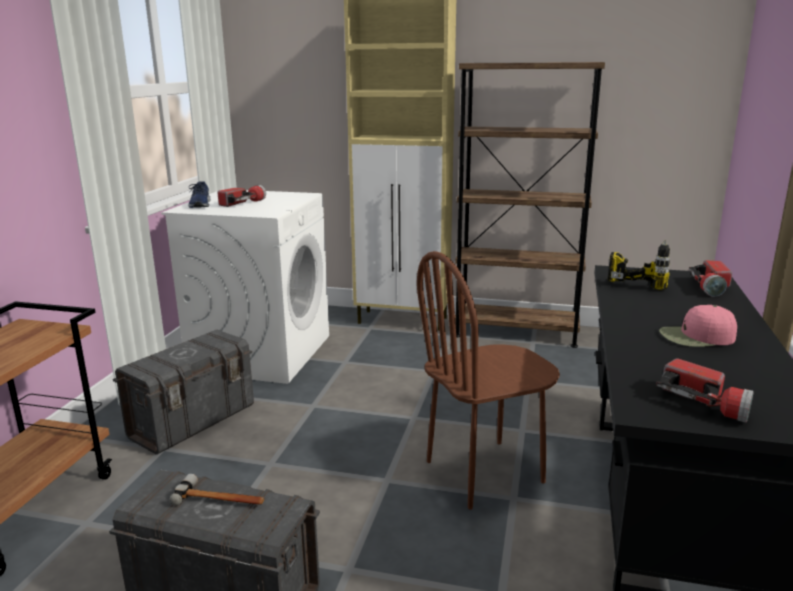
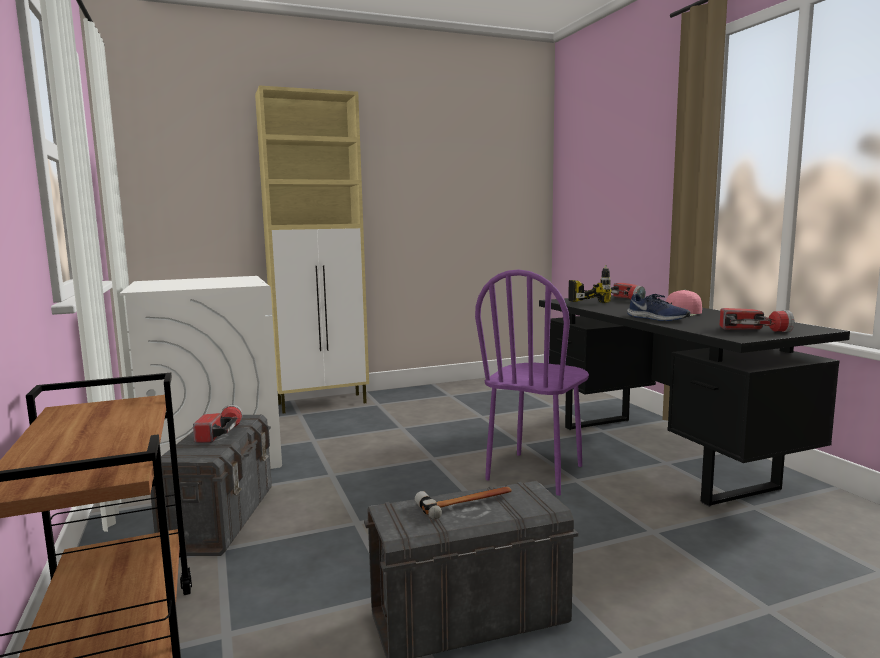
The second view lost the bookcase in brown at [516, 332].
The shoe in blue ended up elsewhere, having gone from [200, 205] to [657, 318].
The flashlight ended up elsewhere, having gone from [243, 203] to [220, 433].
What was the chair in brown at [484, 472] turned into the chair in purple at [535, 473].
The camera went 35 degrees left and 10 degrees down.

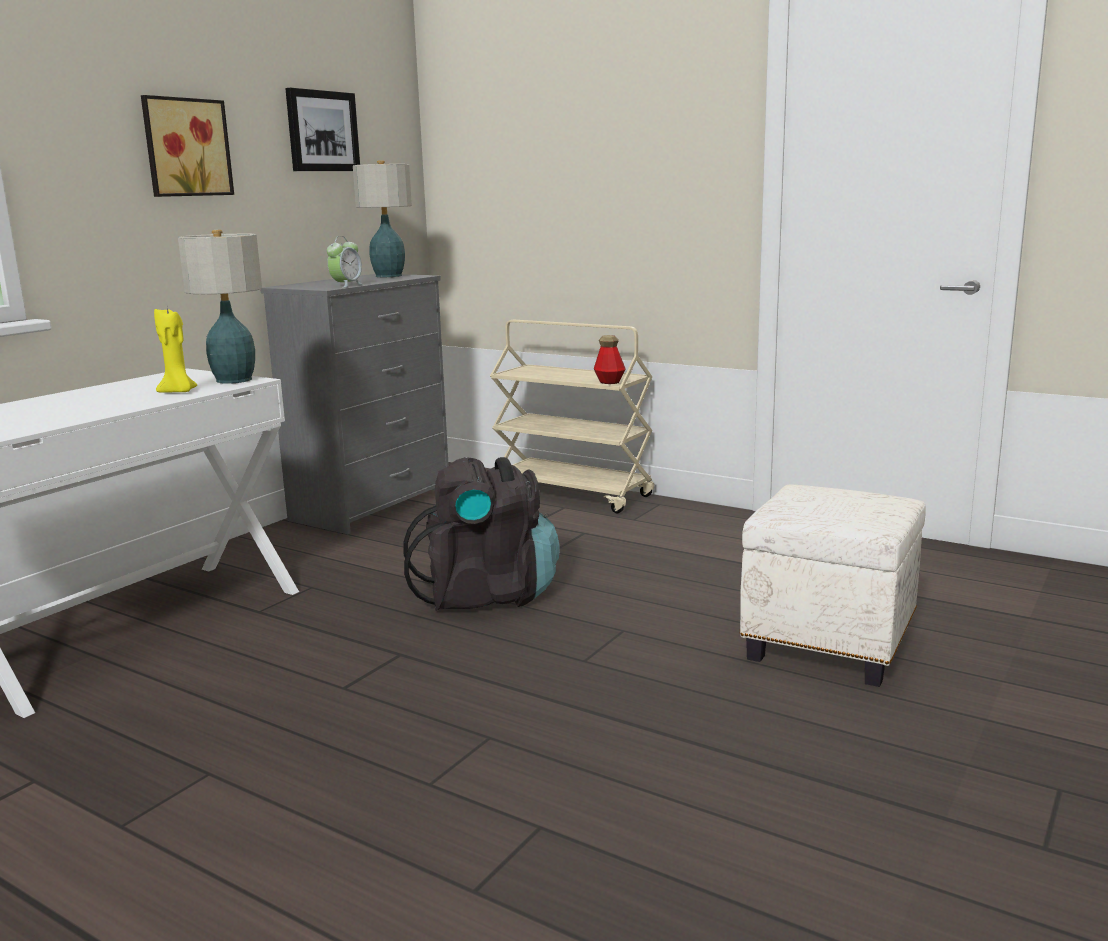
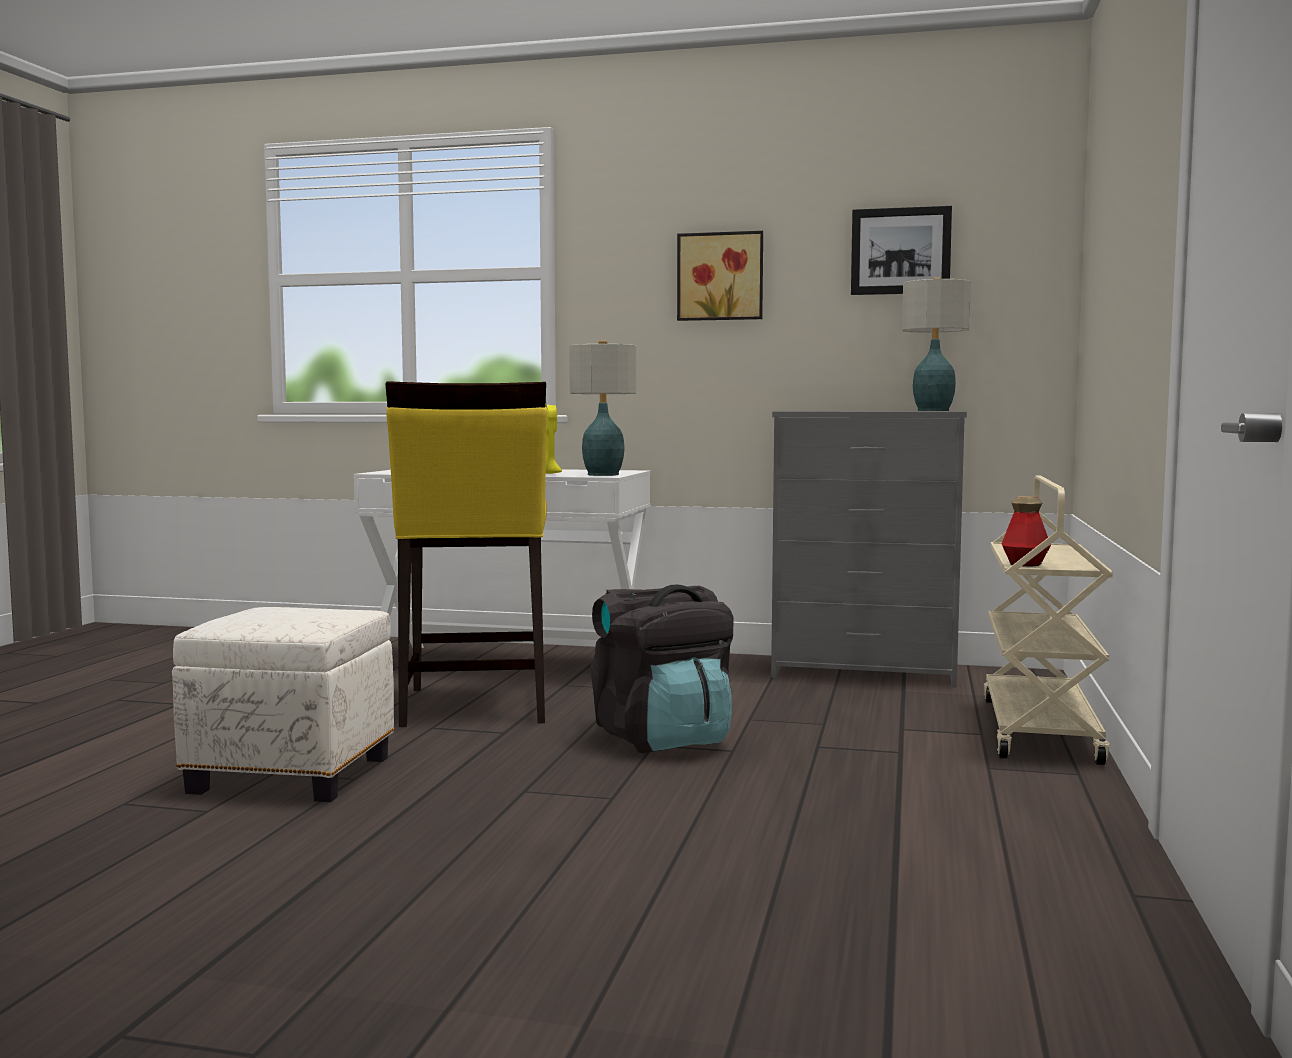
The second view lost the alarm clock at [346, 285].
The second view gained the stool in yellow at [474, 706].
The ottoman in white ended up elsewhere, having gone from [827, 643] to [294, 774].
The camera went 70 degrees right and 10 degrees down.

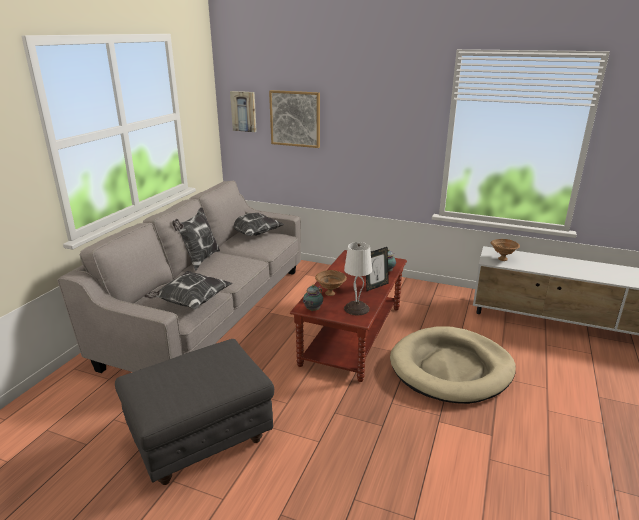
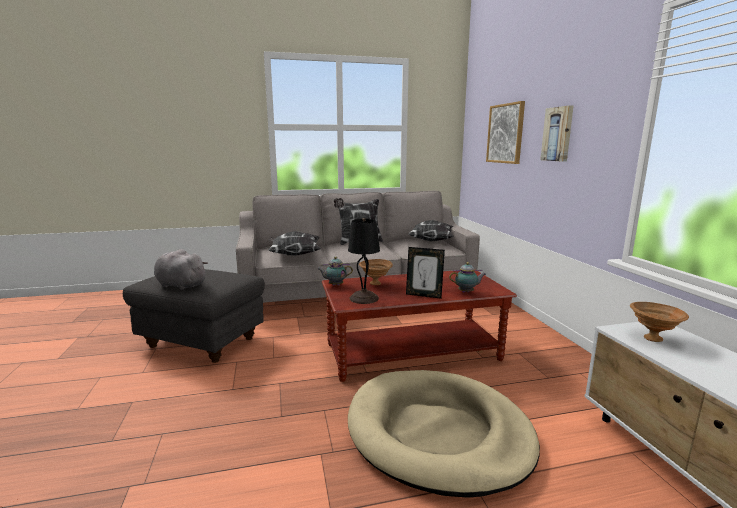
The second view gained the plush toy in grey at [180, 285].
The picture ended up elsewhere, having gone from [244, 111] to [558, 134].
What was the table lamp in white at [357, 308] turned into the table lamp in black at [364, 298].
The camera went 55 degrees right and 10 degrees down.

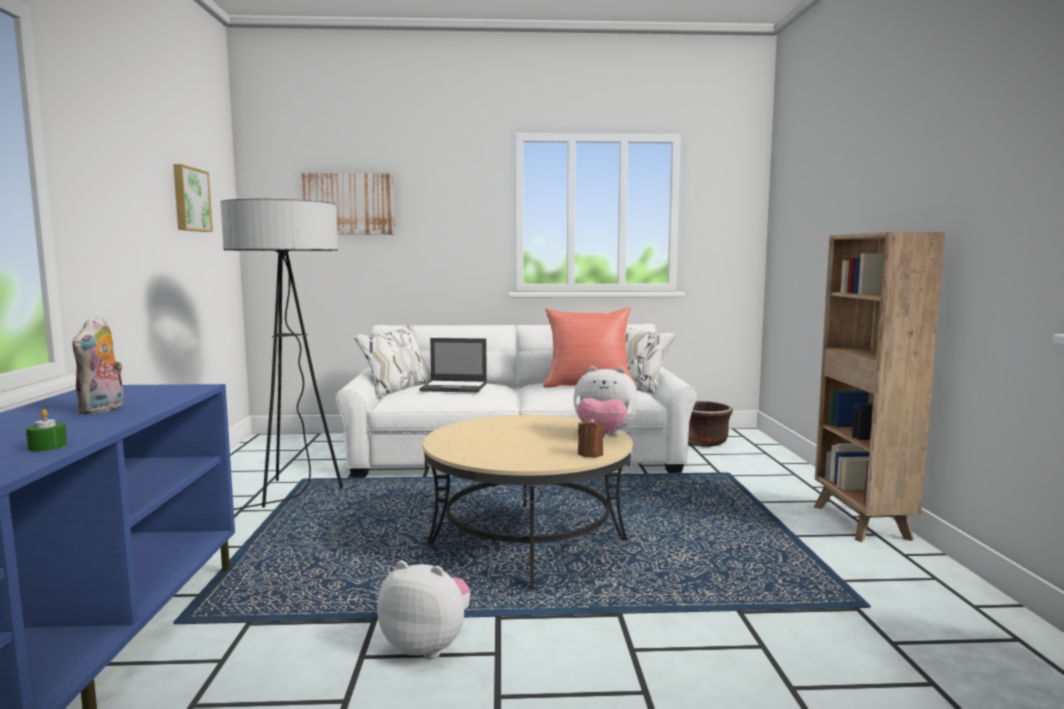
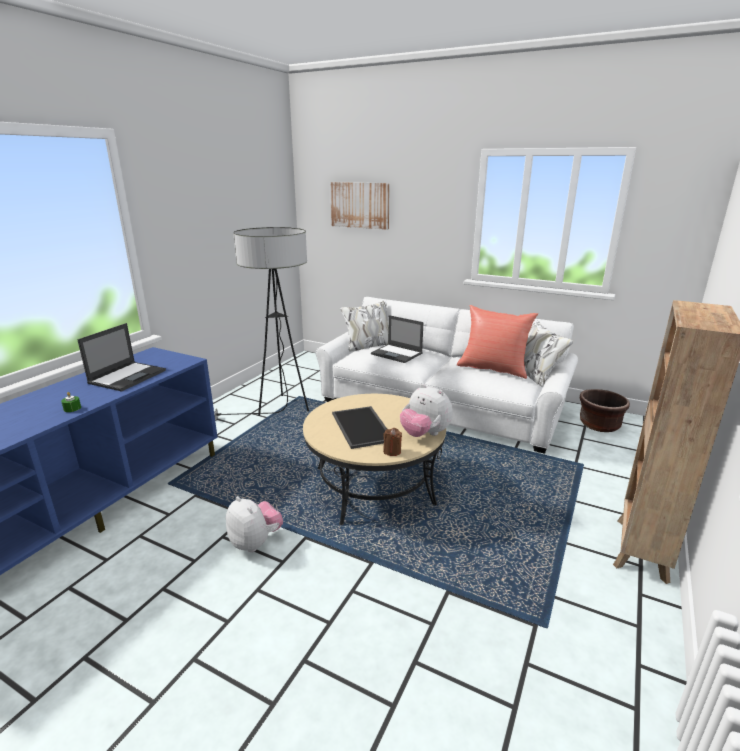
The second view lost the picture at [190, 199].
The second view gained the tray at [363, 427].
Where the plush toy stood at [103, 409], the laptop came to stand at [128, 376].
The camera went 30 degrees right and 15 degrees up.

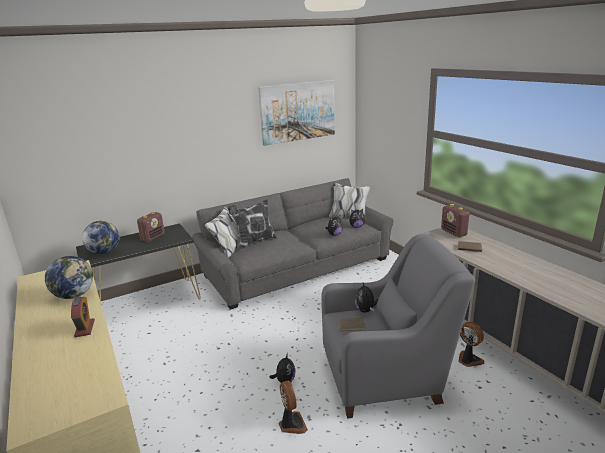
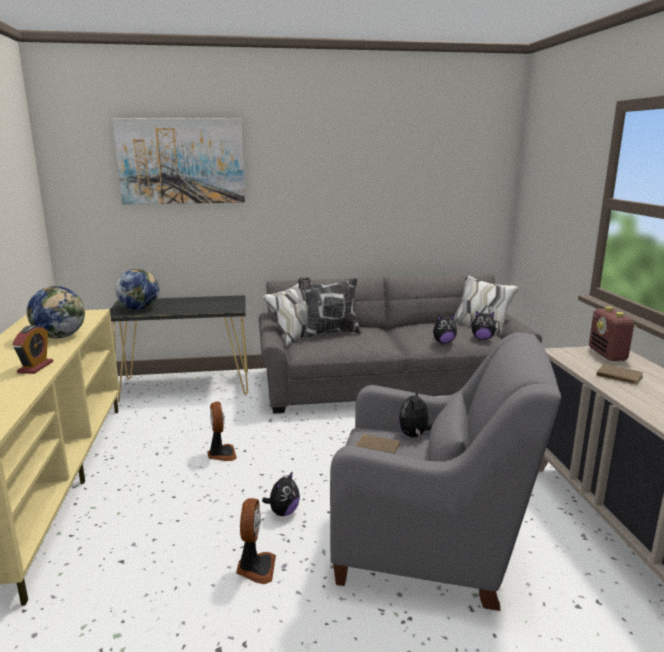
The second view lost the radio at [153, 237].
The picture ended up elsewhere, having gone from [297, 112] to [181, 161].
The fan ended up elsewhere, having gone from [468, 360] to [221, 454].
The camera went 20 degrees right and 5 degrees down.

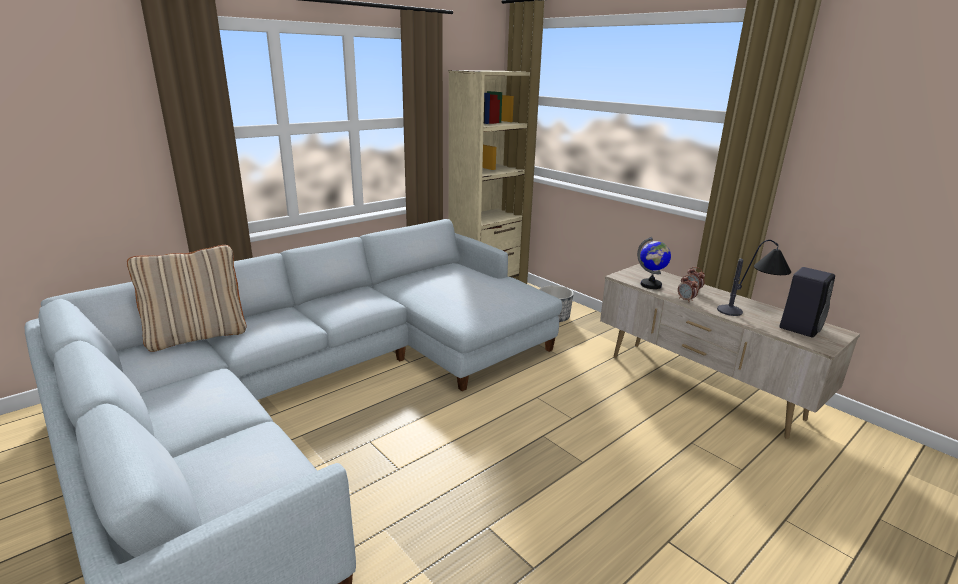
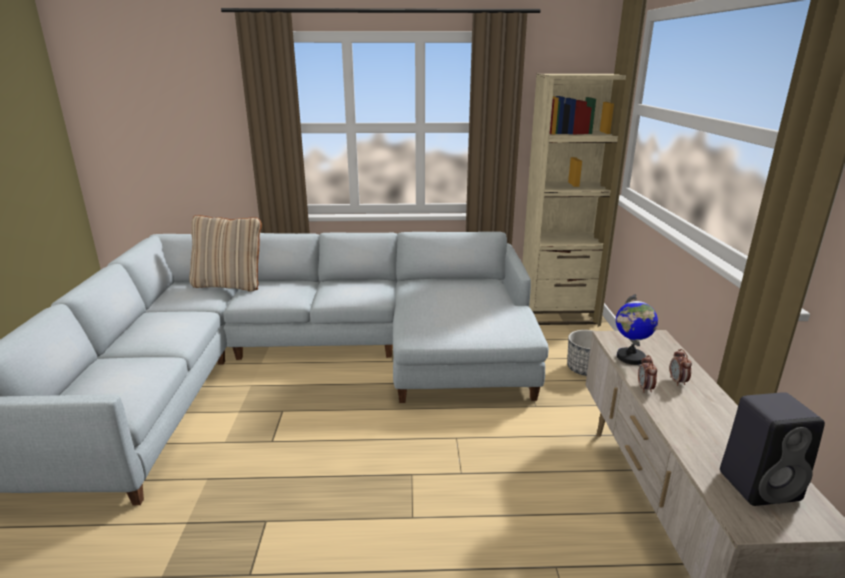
The second view lost the table lamp at [750, 308].
The camera went 40 degrees right and 0 degrees up.

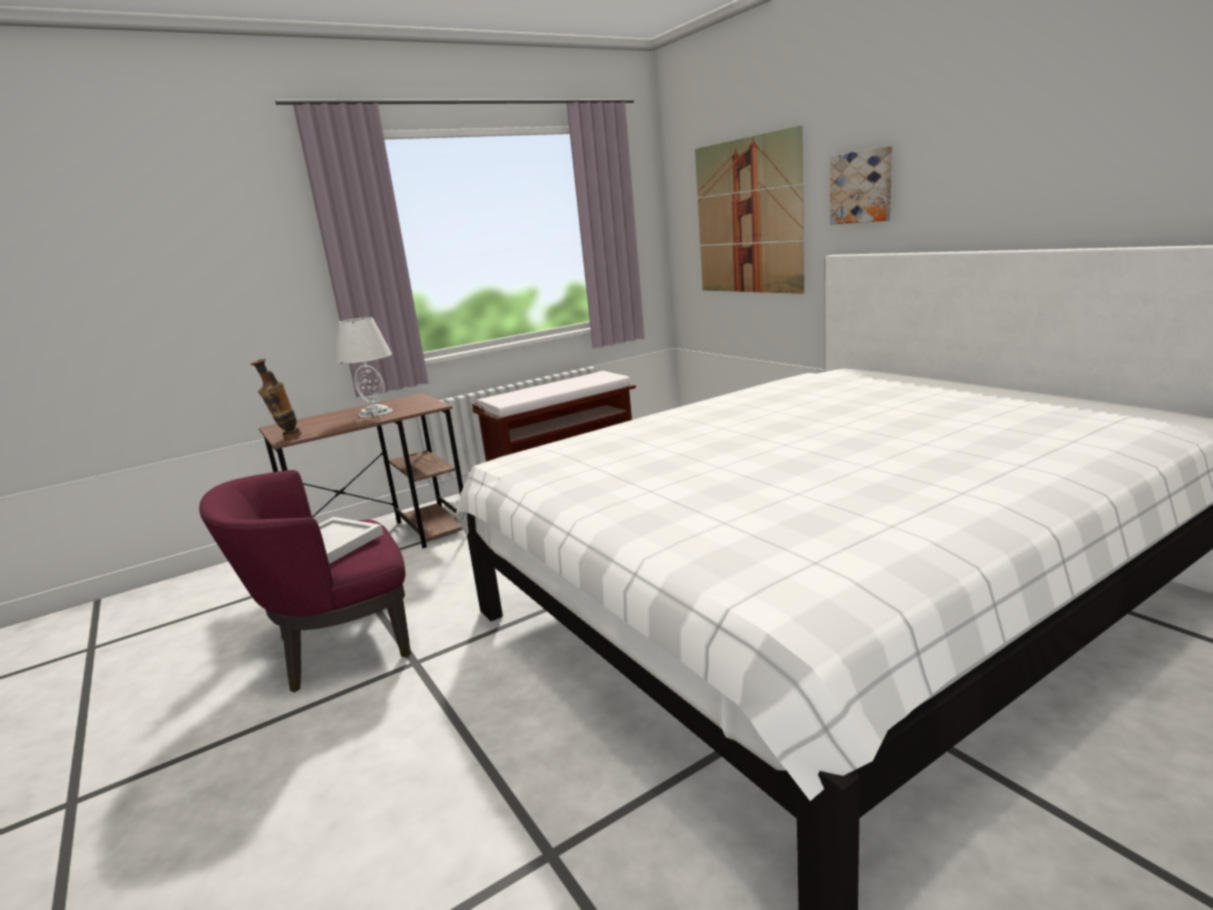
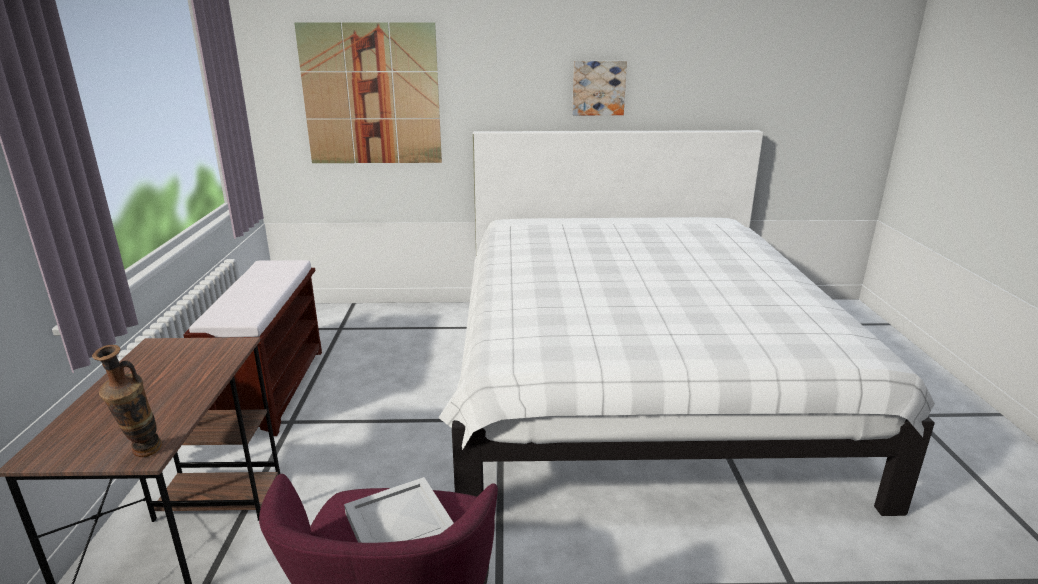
The second view lost the table lamp in white at [376, 412].
The picture ended up elsewhere, having gone from [862, 187] to [598, 88].
The camera went 60 degrees left and 5 degrees up.

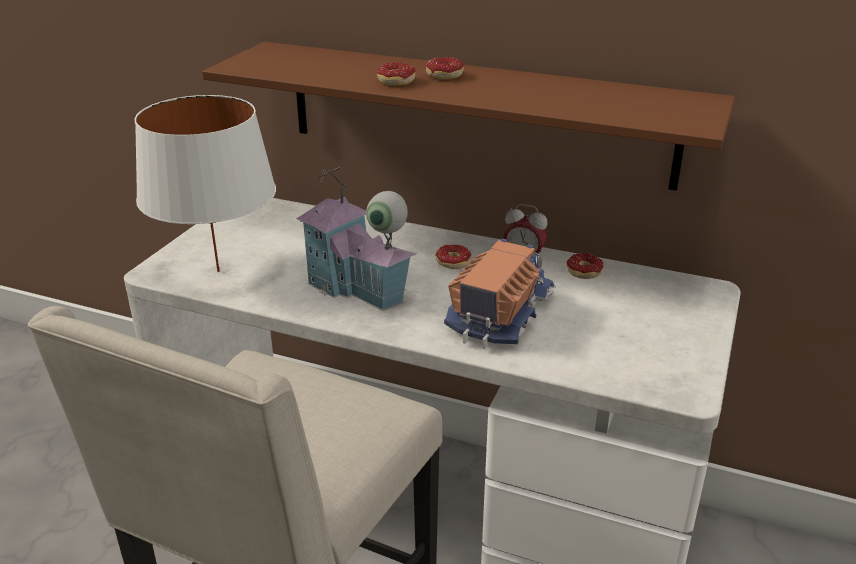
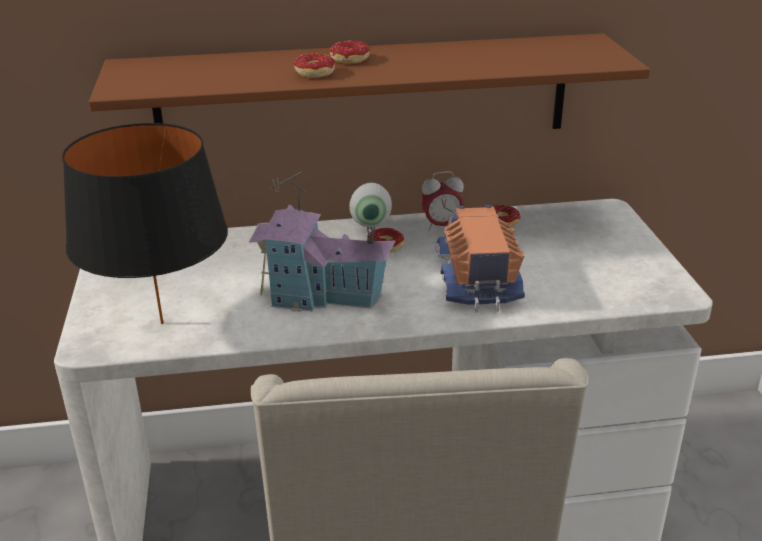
What was the table lamp in white at [218, 271] turned into the table lamp in black at [162, 323].
The camera went 30 degrees left and 0 degrees up.

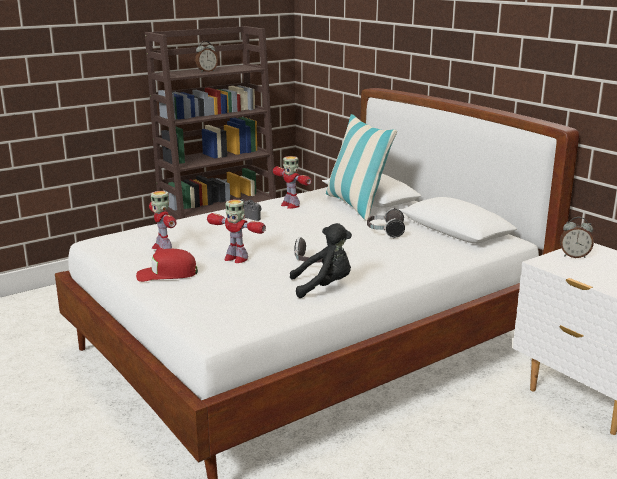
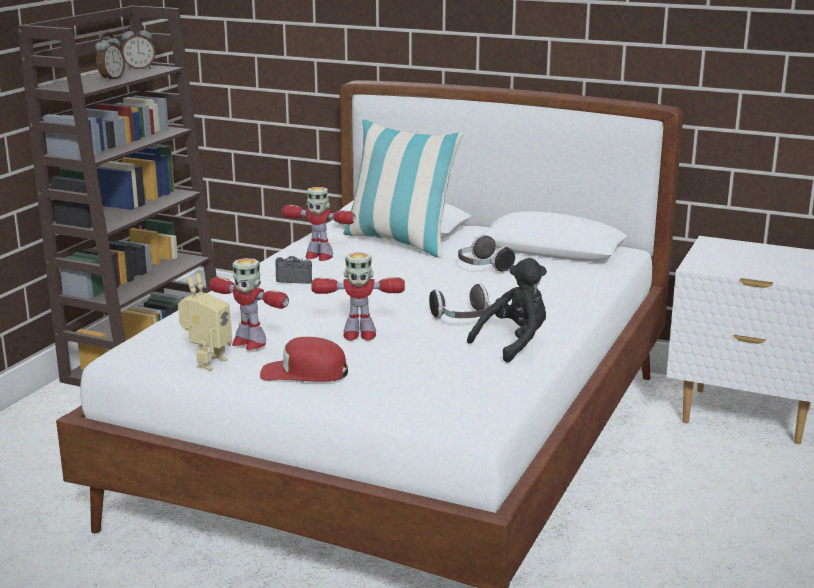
The second view gained the toy robot at [207, 362].
The alarm clock ended up elsewhere, having gone from [574, 256] to [139, 68].
The cap in red at [167, 274] ended up facing another way, 45 degrees clockwise from before.
The camera went 30 degrees left and 0 degrees up.

